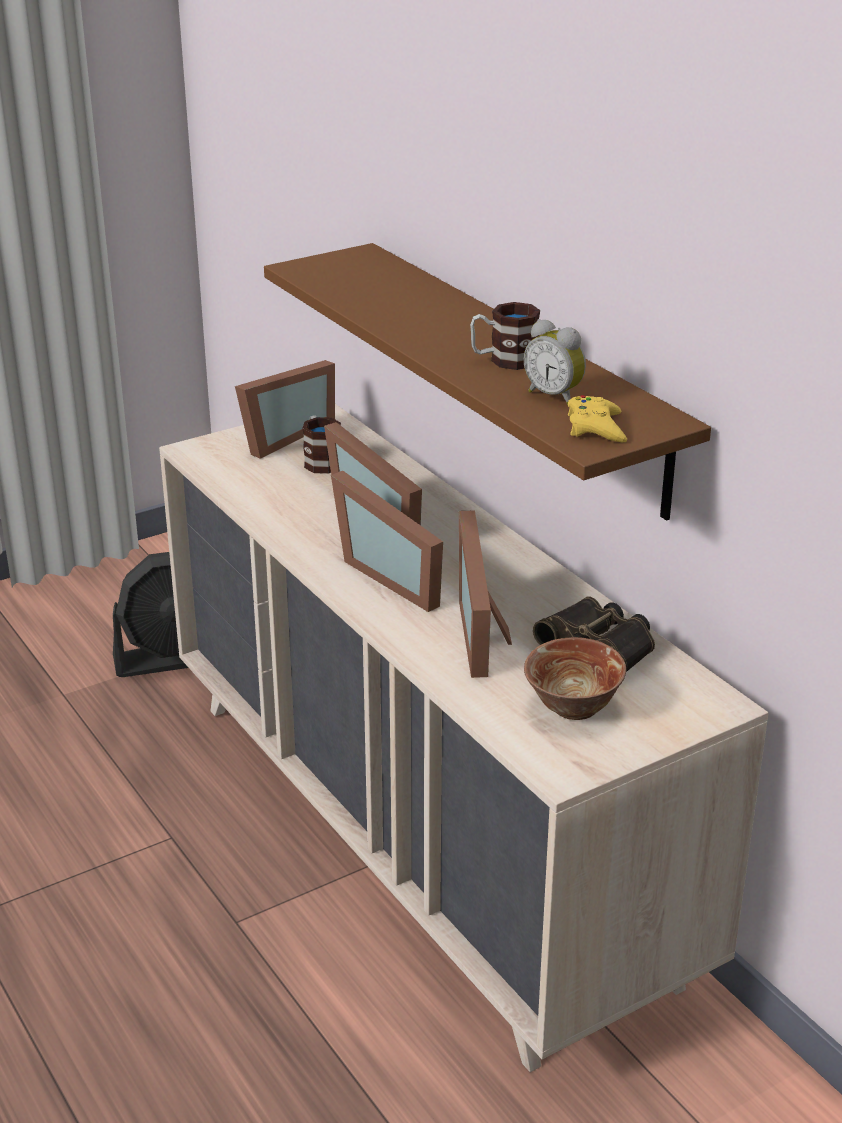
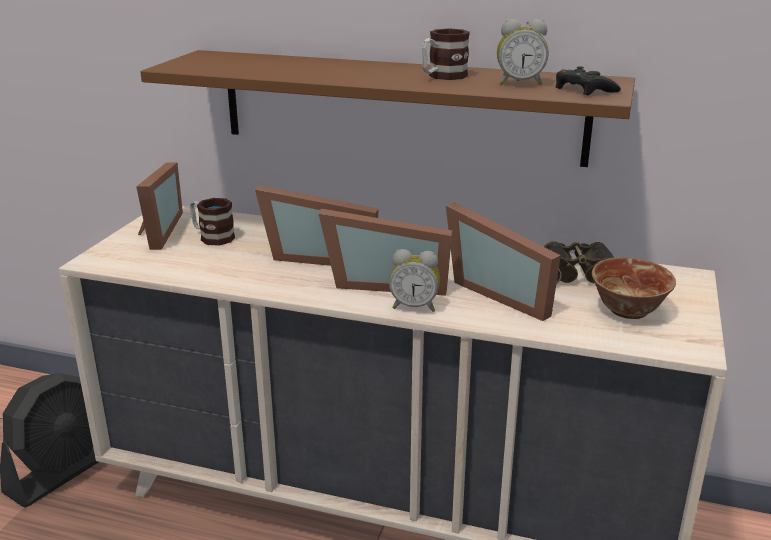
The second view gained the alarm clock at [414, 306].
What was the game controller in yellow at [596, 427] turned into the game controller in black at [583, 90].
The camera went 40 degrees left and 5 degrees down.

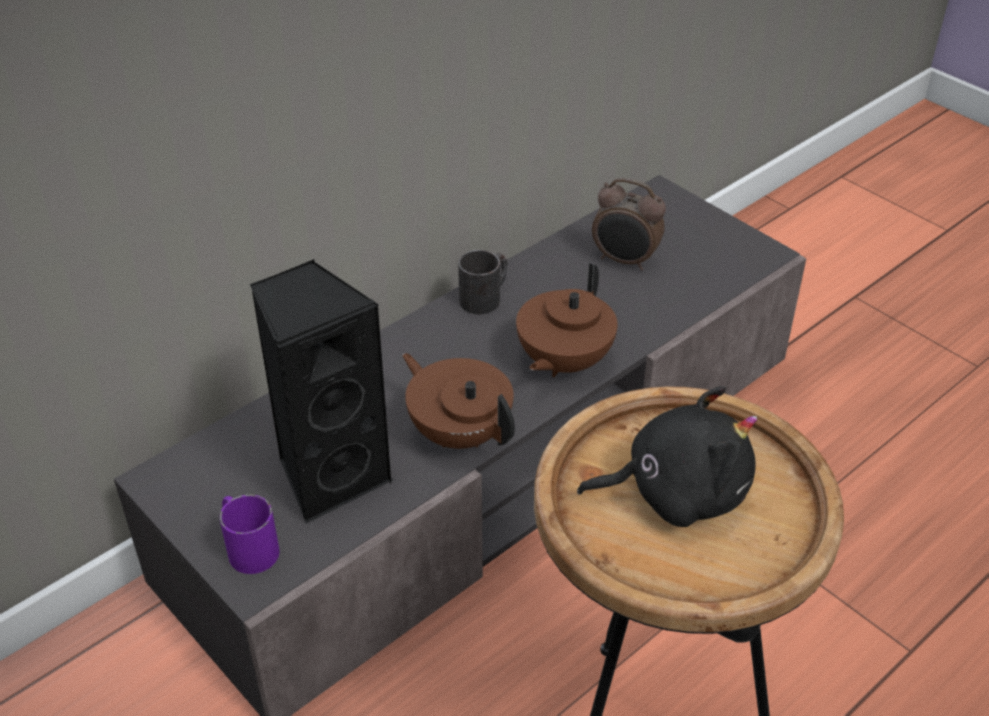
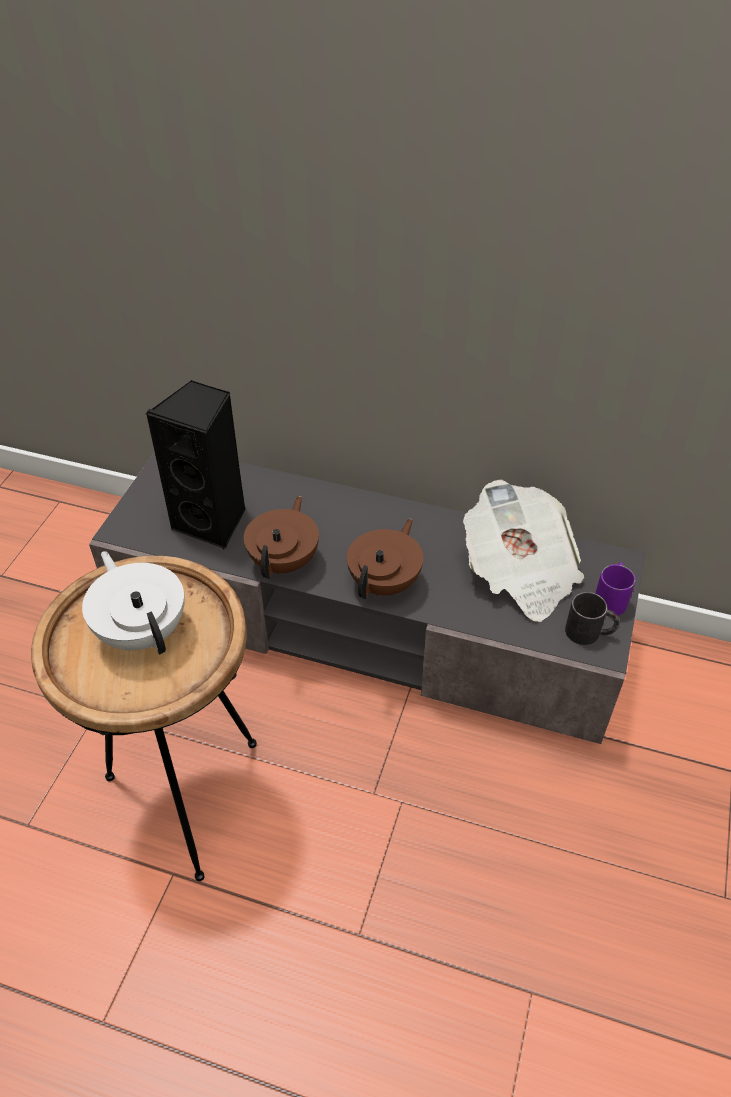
The mug in purple ended up elsewhere, having gone from [248, 547] to [611, 597].
The mug in black ended up elsewhere, having gone from [486, 297] to [590, 632].
Where the plush toy in black stood at [676, 492], the teapot in white came to stand at [143, 630].
Where the alarm clock stood at [625, 261], the newspaper came to stand at [520, 572].
The teapot in brown at [563, 362] ended up facing another way, 120 degrees clockwise from before.
The camera went 60 degrees right and 5 degrees up.

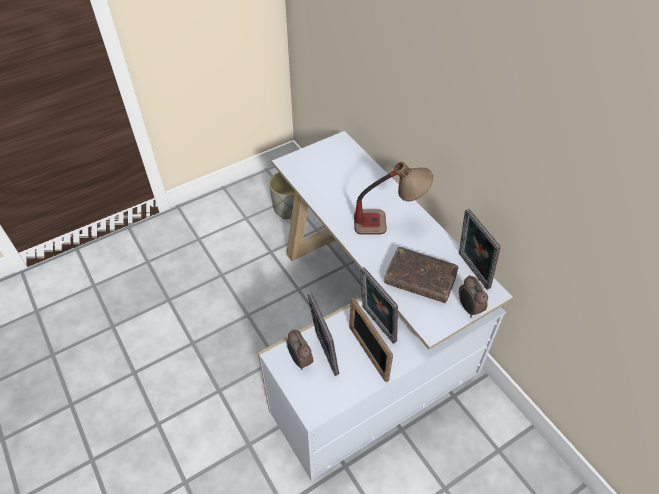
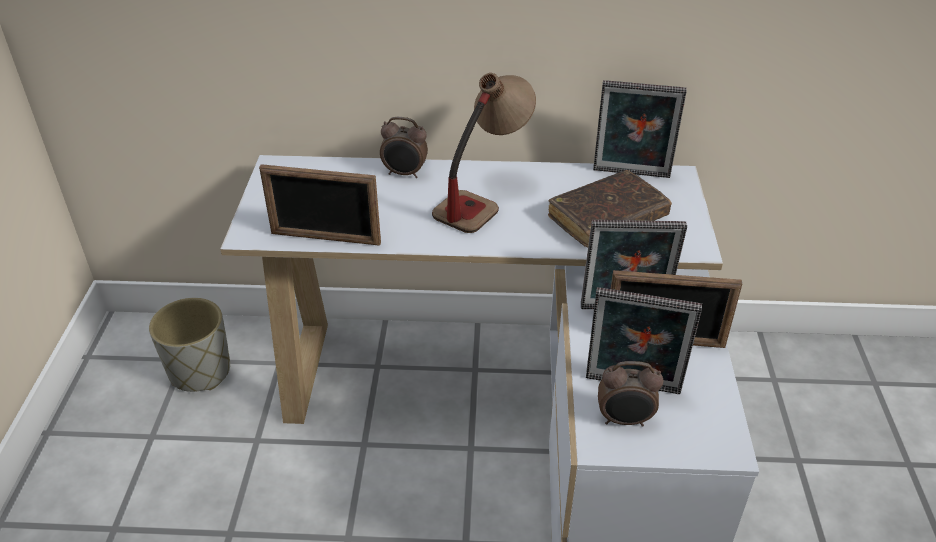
The second view gained the picture frame at [325, 238].
The alarm clock ended up elsewhere, having gone from [468, 308] to [404, 174].
The camera went 55 degrees left and 10 degrees down.

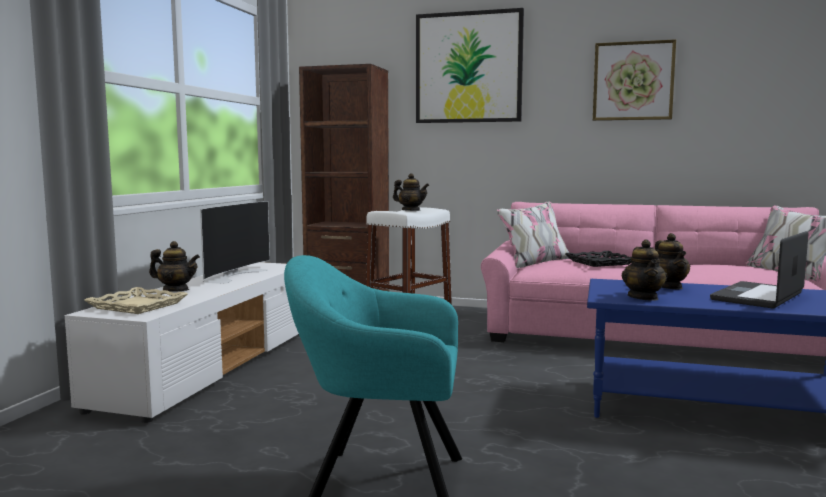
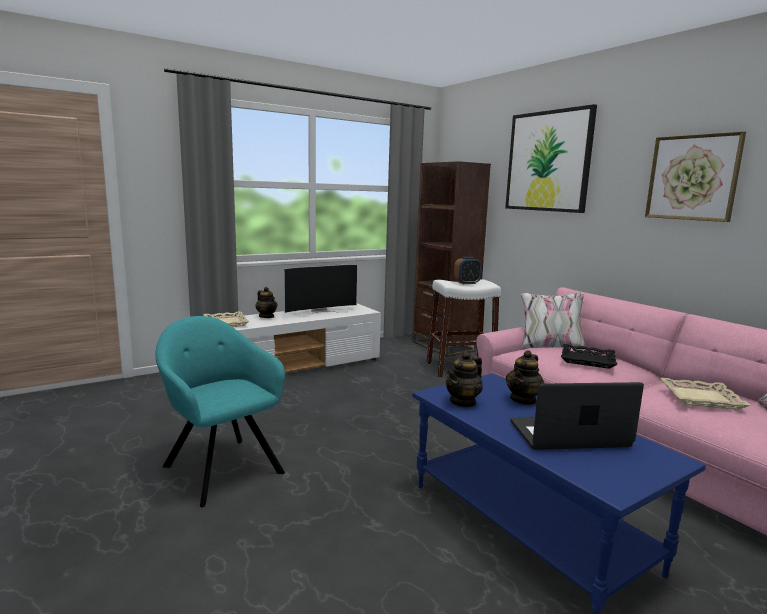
The second view gained the tray in beige at [701, 398].
Where the teapot stood at [411, 211], the alarm clock came to stand at [467, 283].
The camera went 40 degrees right and 5 degrees up.

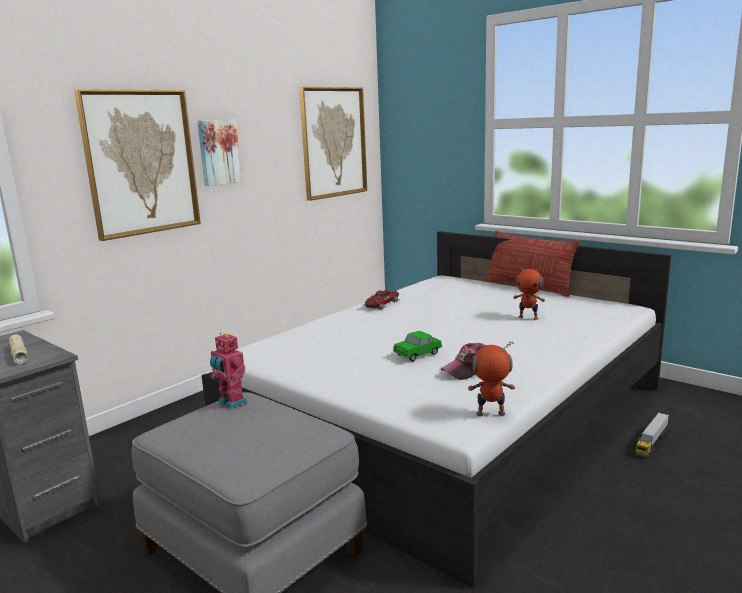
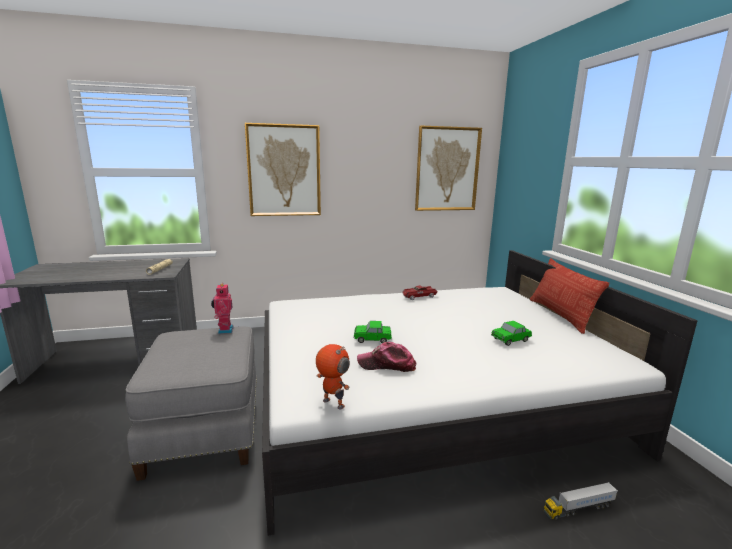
The second view lost the picture at [218, 152].
Where the toy robot stood at [528, 317], the toy car came to stand at [510, 340].
The camera went 35 degrees right and 0 degrees up.

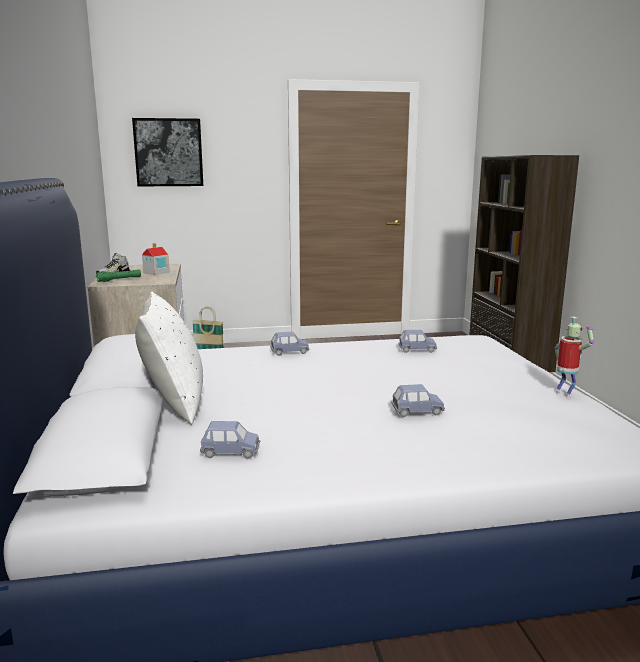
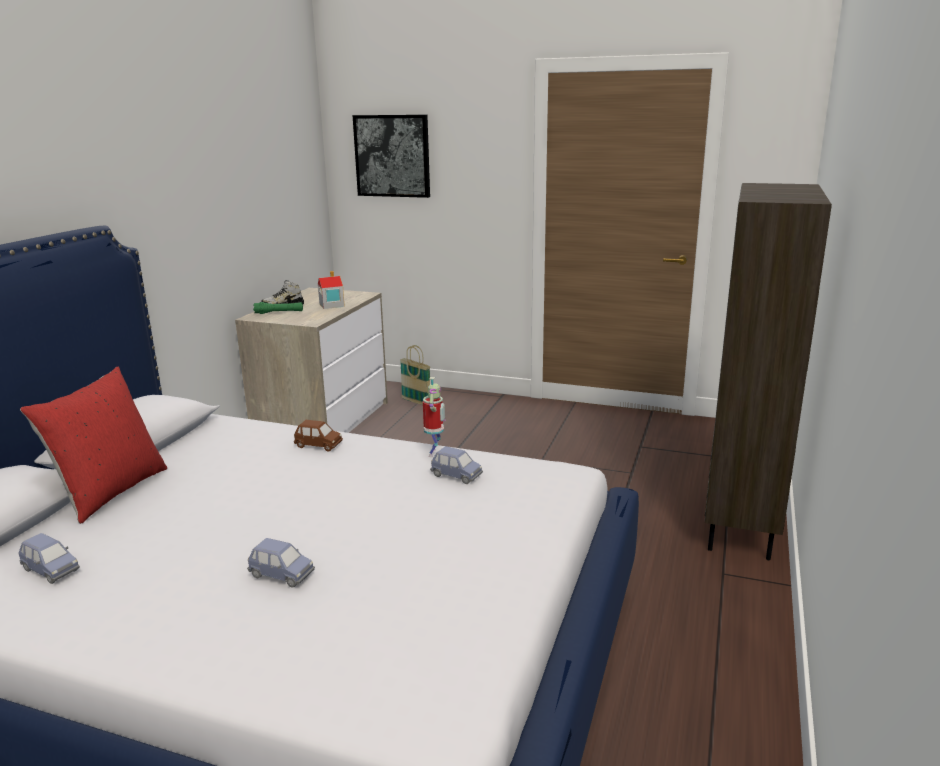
The toy robot ended up elsewhere, having gone from [565, 394] to [435, 453].
What was the pillow in white at [174, 404] turned into the pillow in red at [110, 492].
What was the toy car in blue at [289, 352] turned into the toy car in brown at [318, 445].
The camera went 30 degrees right and 5 degrees up.

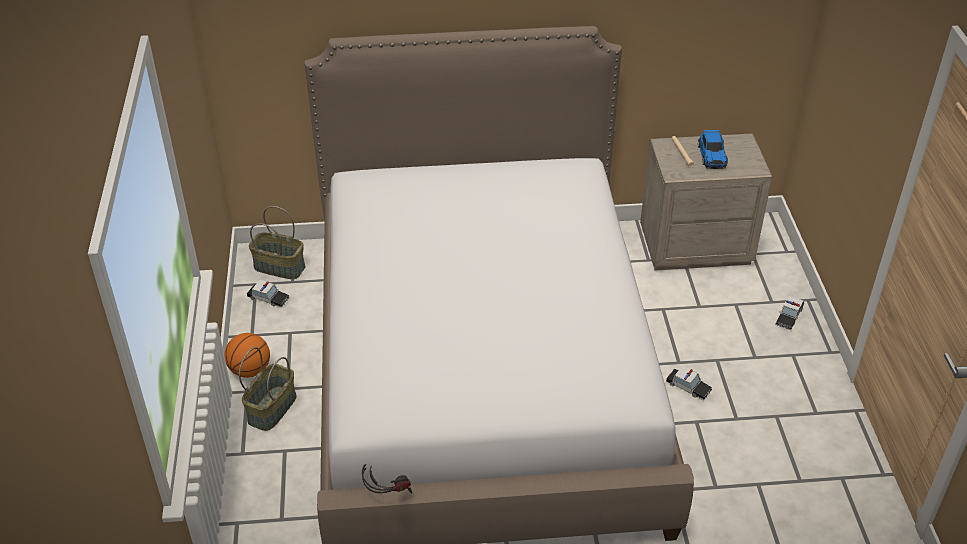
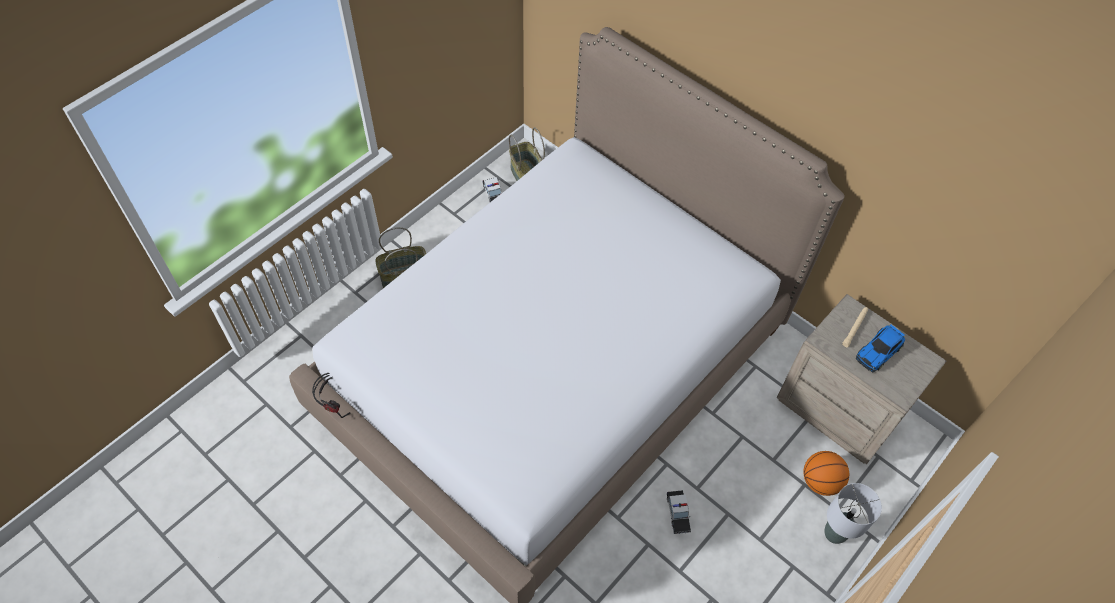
The basketball ended up elsewhere, having gone from [250, 370] to [820, 481].
Where the toy car stood at [789, 316], the table lamp in grey came to stand at [834, 534].
The camera went 45 degrees right and 15 degrees up.

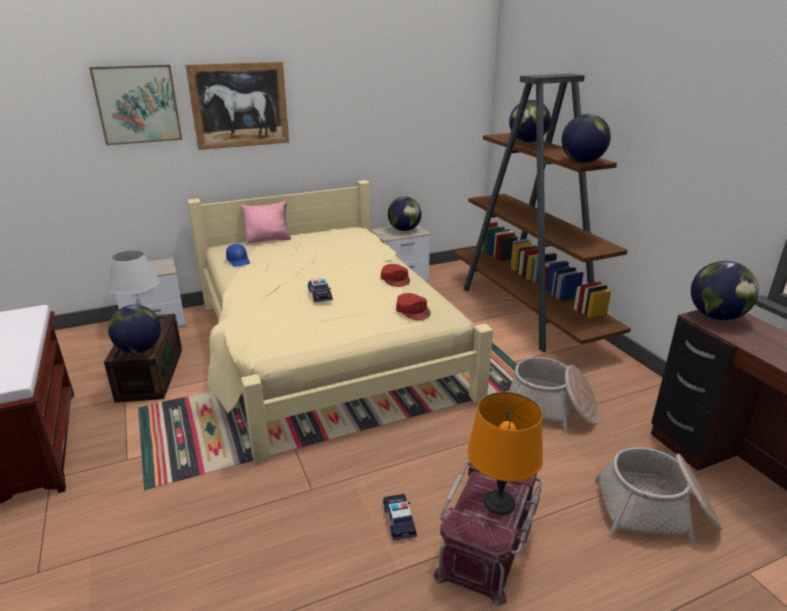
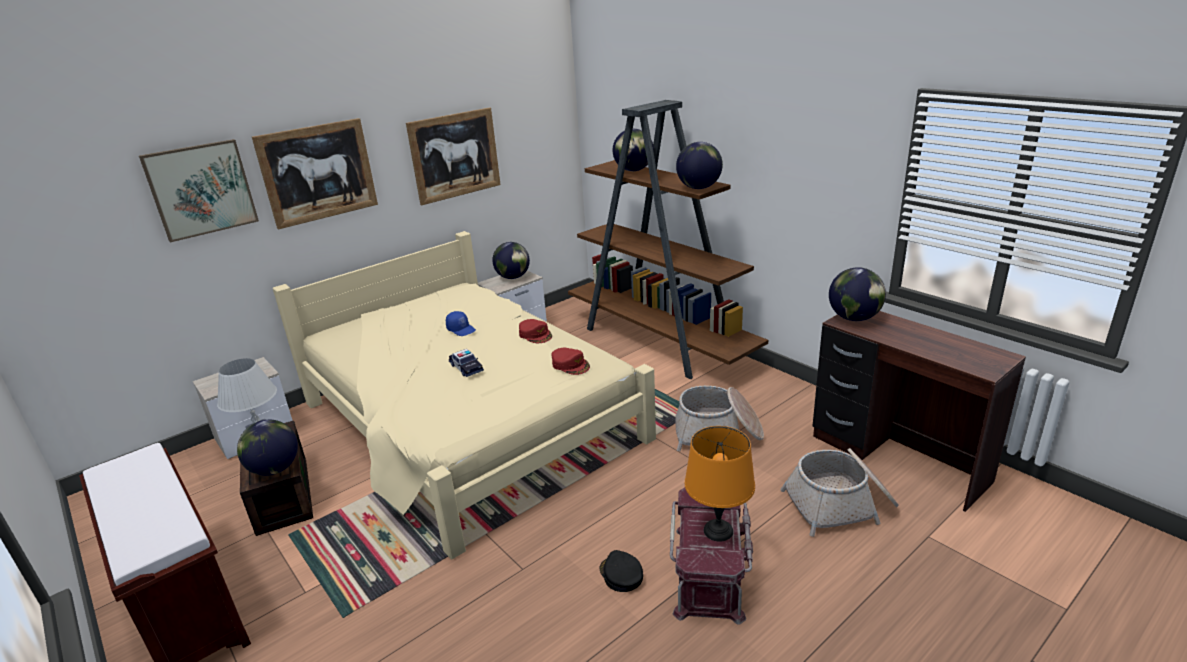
The second view lost the pillow in pink at [268, 239].
The second view gained the picture at [455, 155].
The cap in blue ended up elsewhere, having gone from [239, 261] to [461, 329].
Where the toy car stood at [399, 520], the cap in black came to stand at [621, 575].
The camera went 15 degrees left and 0 degrees up.

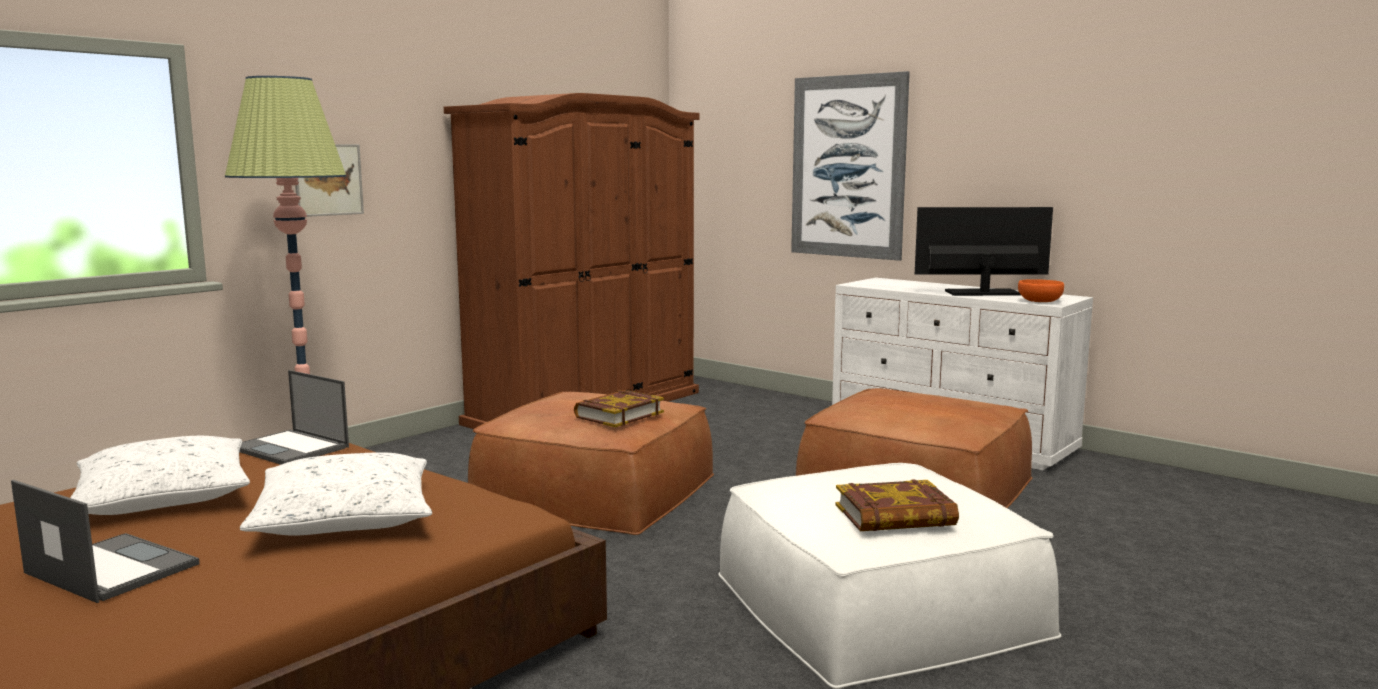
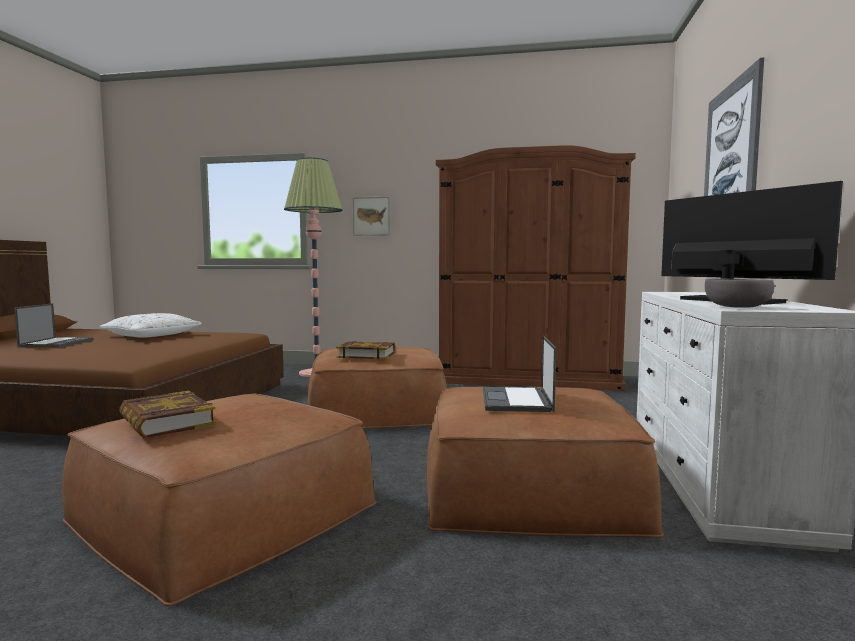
The second view lost the pillow in white at [345, 516].
The laptop ended up elsewhere, having gone from [291, 448] to [516, 400].
What was the ottoman in white at [878, 603] turned into the ottoman in brown at [224, 512].
What was the bowl in orange at [1040, 301] turned into the bowl in grey at [736, 307].
The camera went 60 degrees right and 5 degrees down.

